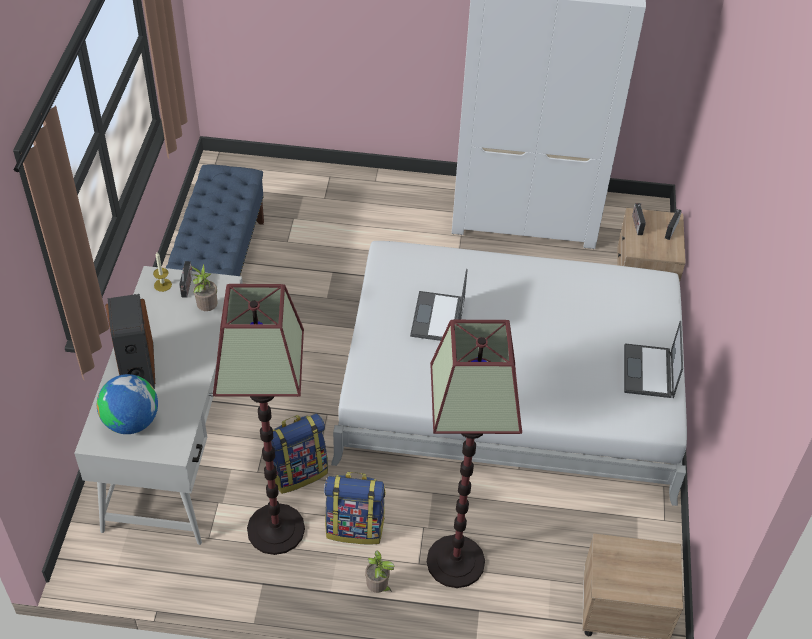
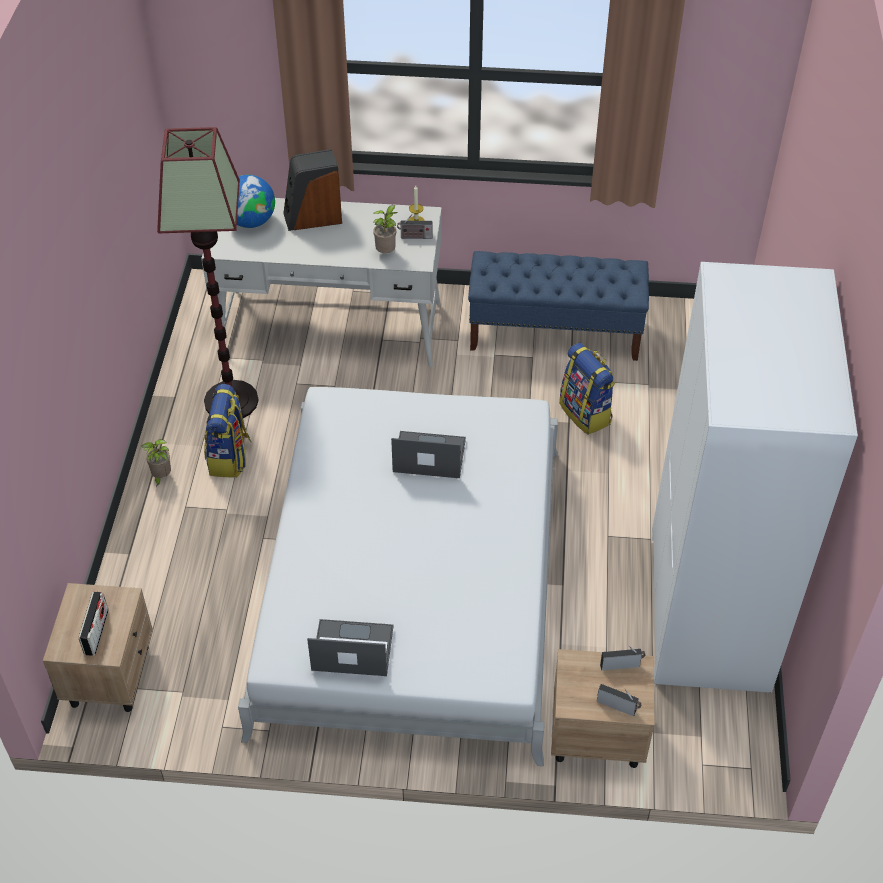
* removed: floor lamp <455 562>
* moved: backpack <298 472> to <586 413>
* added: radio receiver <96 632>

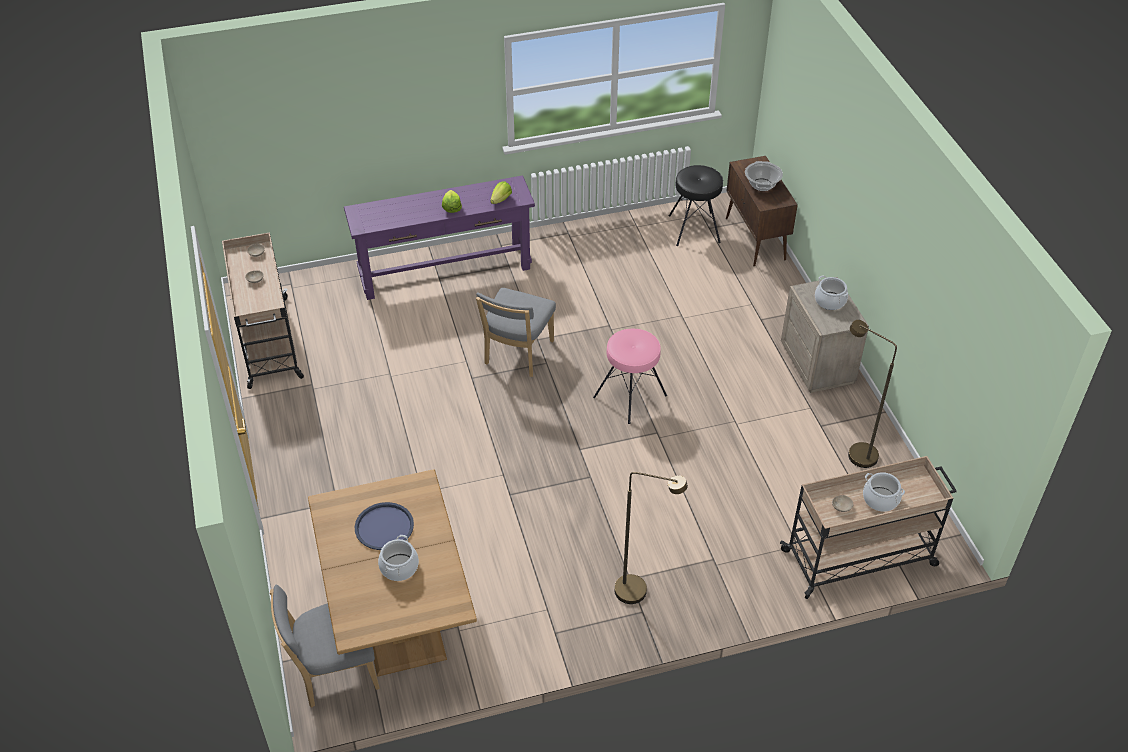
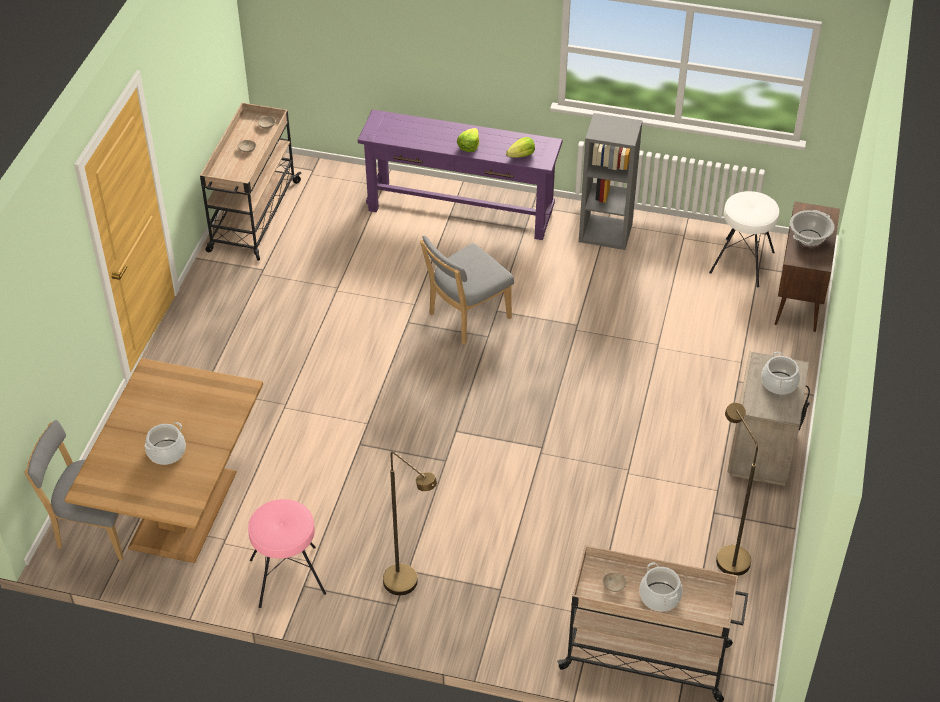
* recoloured: black stool seat <694 229> to white-coloured stool seat <742 262>
* moved: pink-coloured stool seat <630 396> to <287 577>
* removed: bluish serving tray <384 527>
* added: gray bookshelf <606 232>

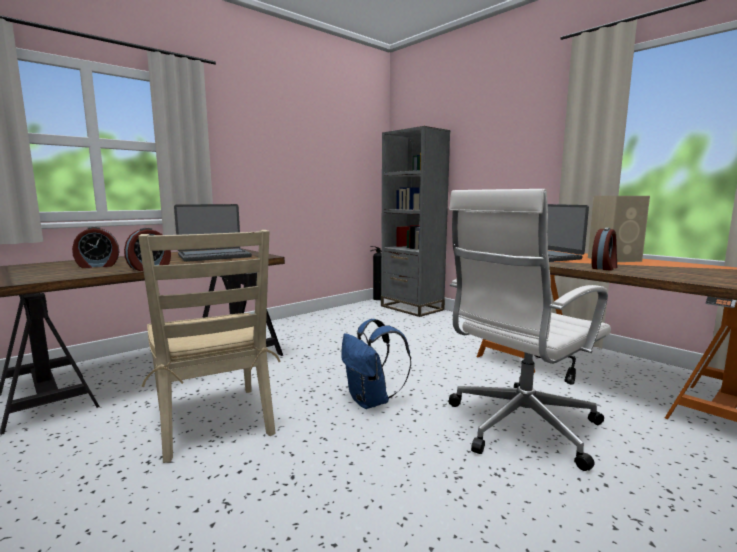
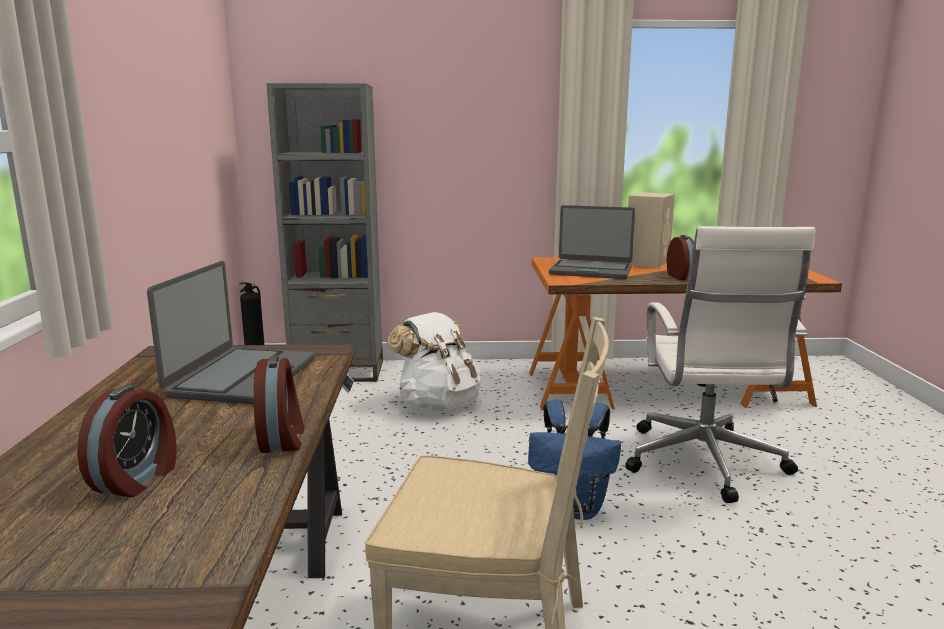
* added: white-coloured backpack <438 404>

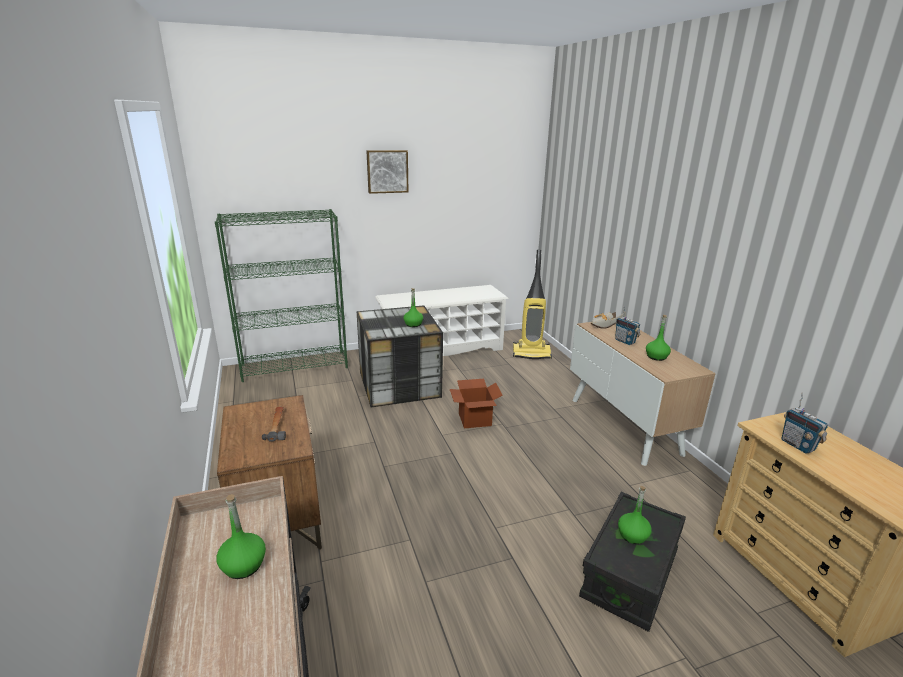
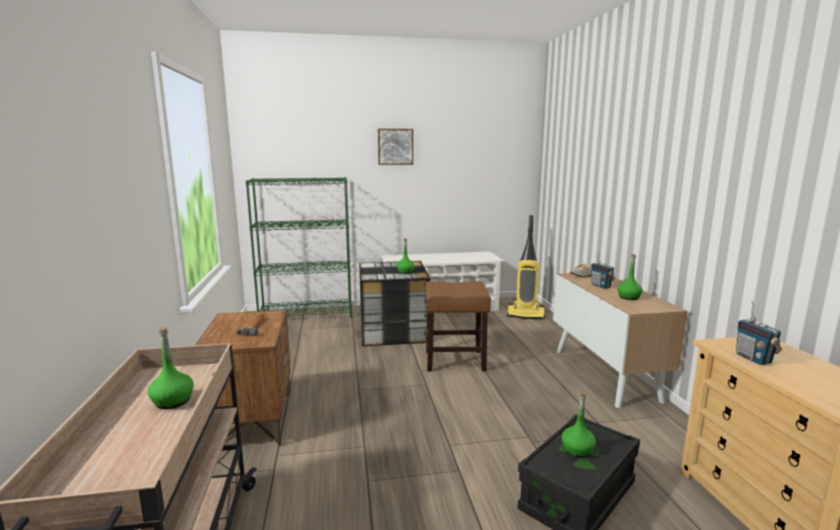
* replaced: packing box <475 419> to brown stool seat <455 360>

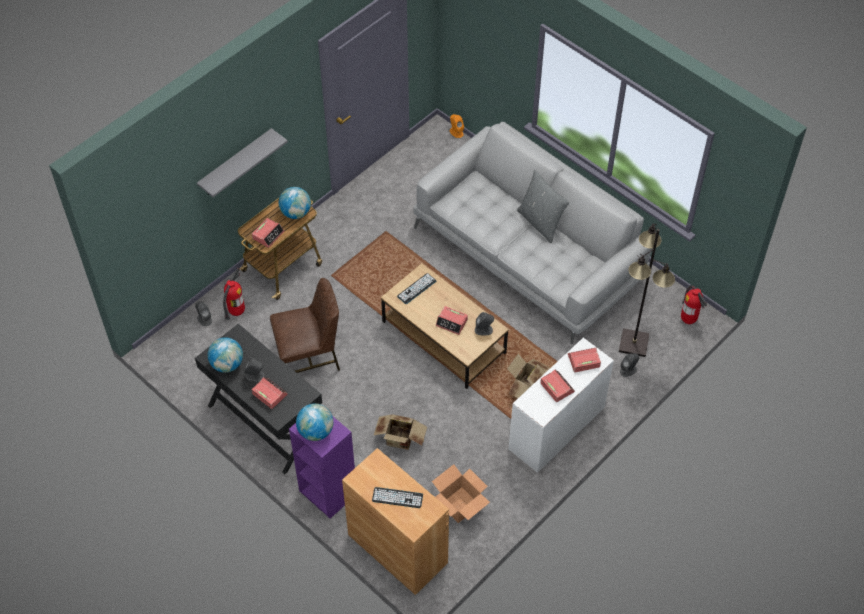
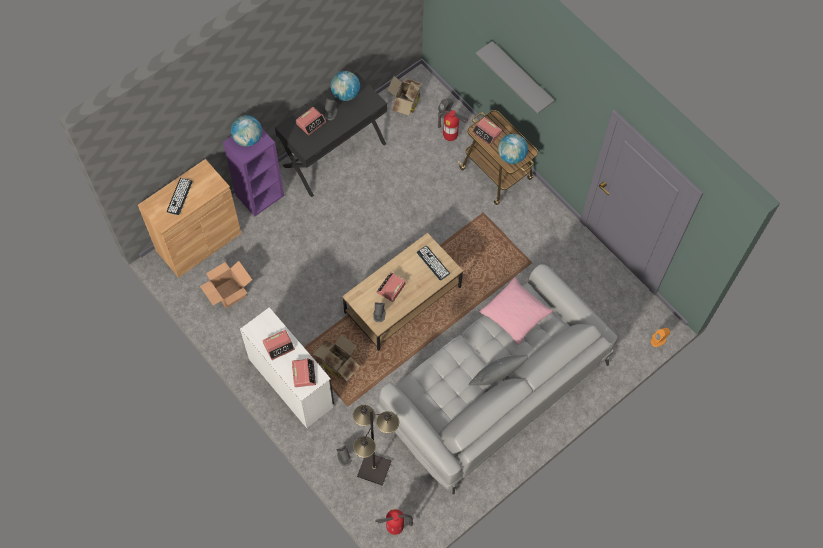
* removed: brown plain chair <309 357>
* moved: packing box <400 441> to <405 103>
* added: pink-coloured pillow <515 314>

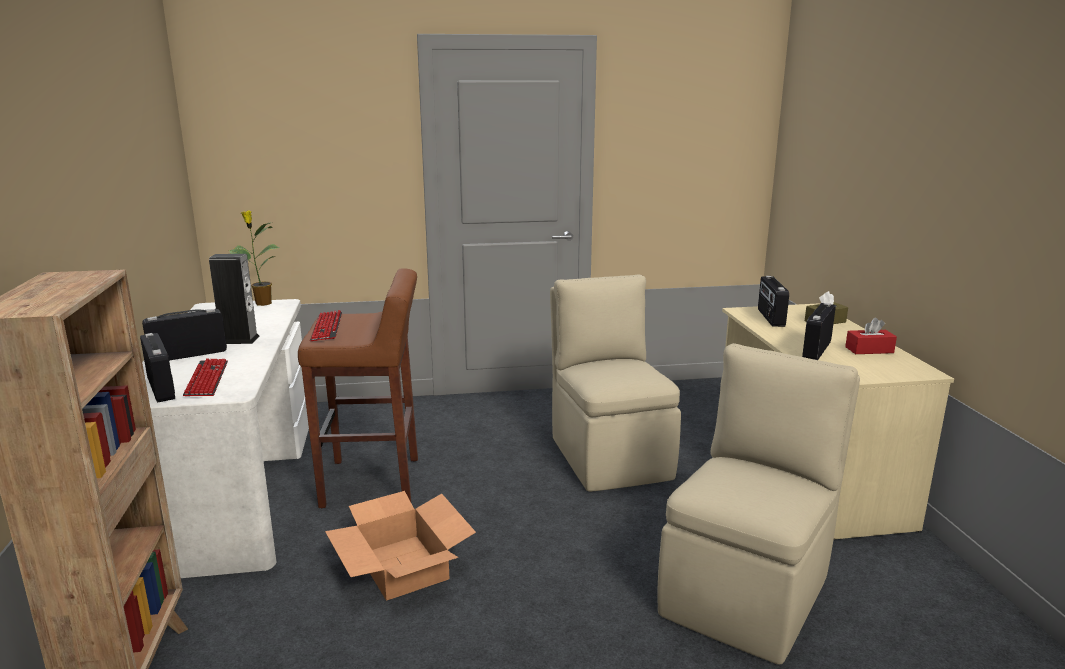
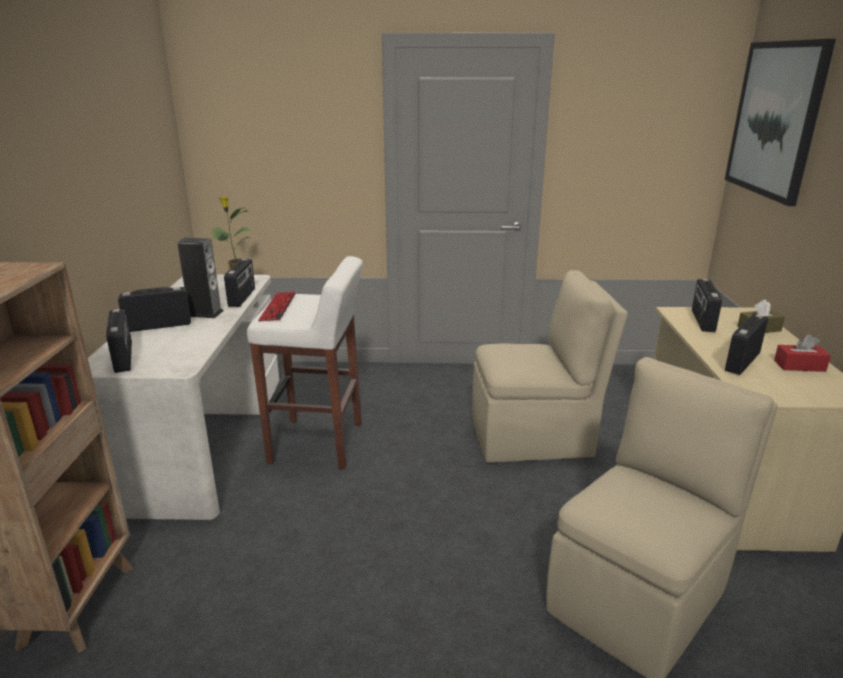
* recoloured: brown stool seat <373 482> to white-coloured stool seat <318 443>
* turned: beige plain chair <609 456> = <534 437> 90 degrees clockwise
* removed: computer keyboard <207 379>
* removed: packing box <402 567>
* added: picture <775 119>
* added: radio receiver <242 297>

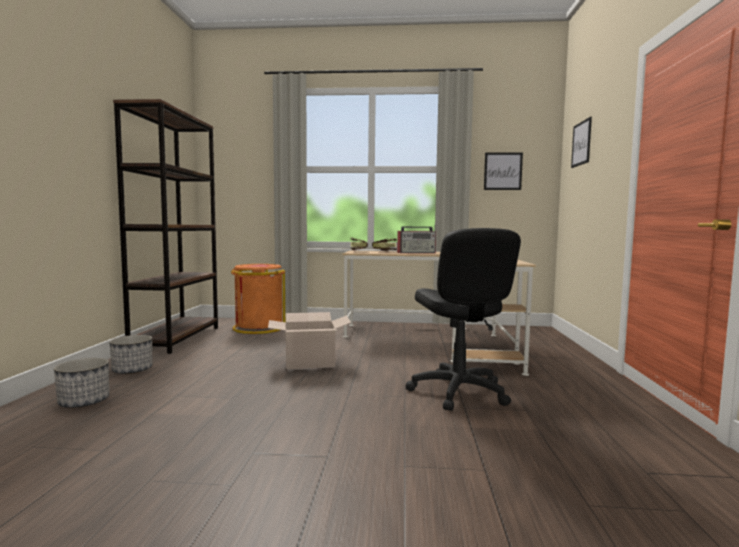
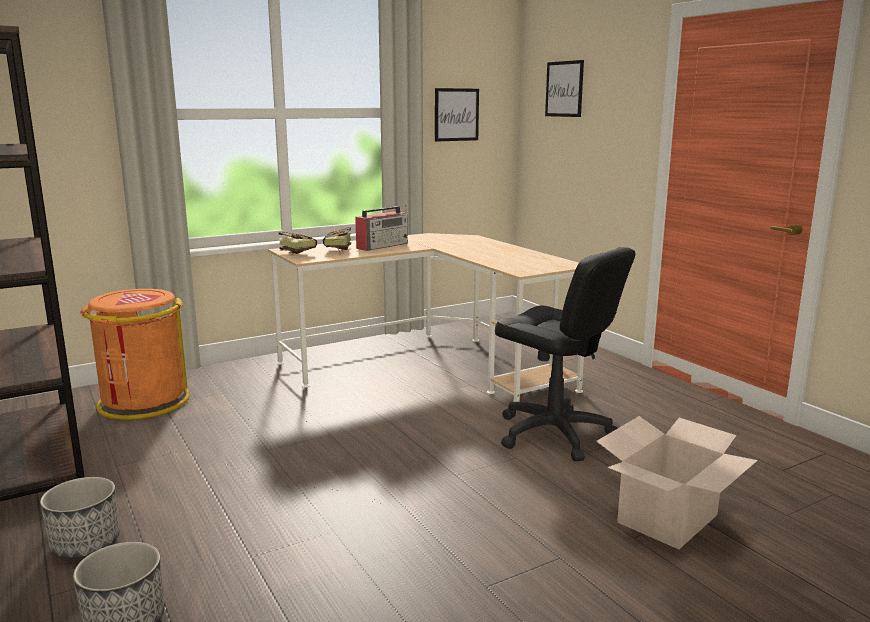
* moved: packing box <310 362> to <667 518>

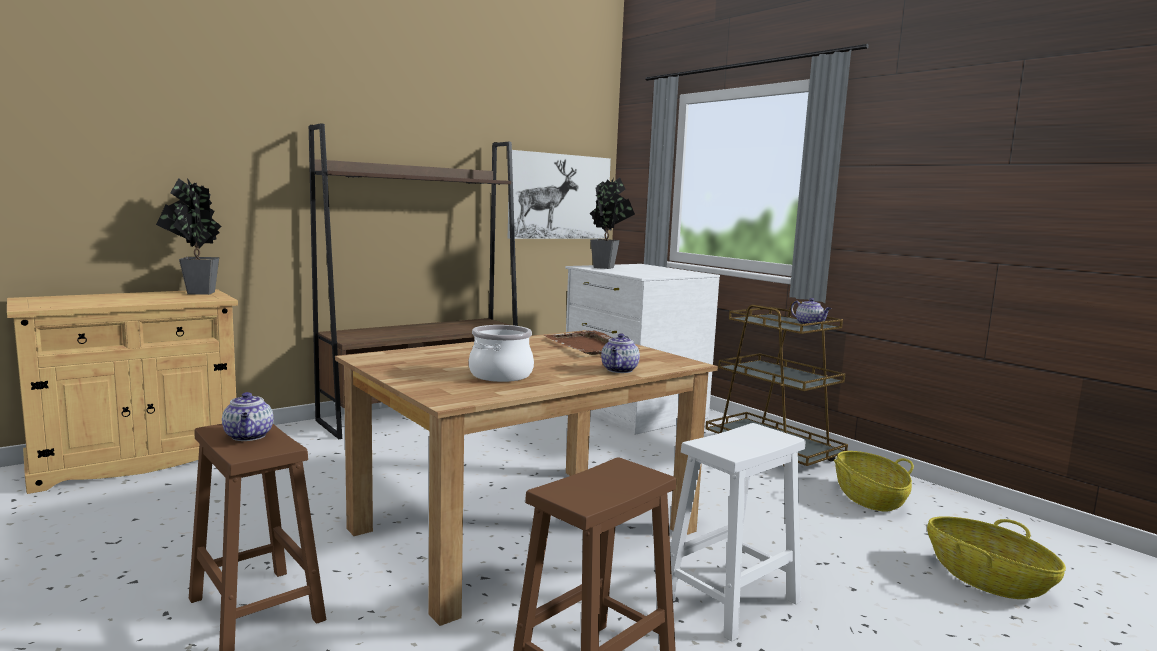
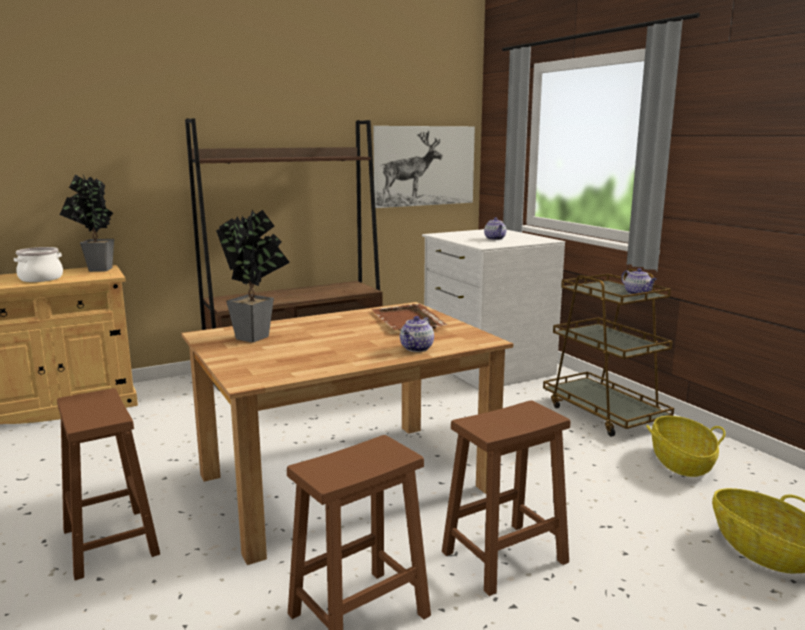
* moved: potted plant <606 267> to <258 336>
* moved: stockpot <501 375> to <41 278>
* moved: tea pot <249 436> to <495 239>
* recoloured: white-coloured stool seat <729 601> to brown stool seat <503 558>

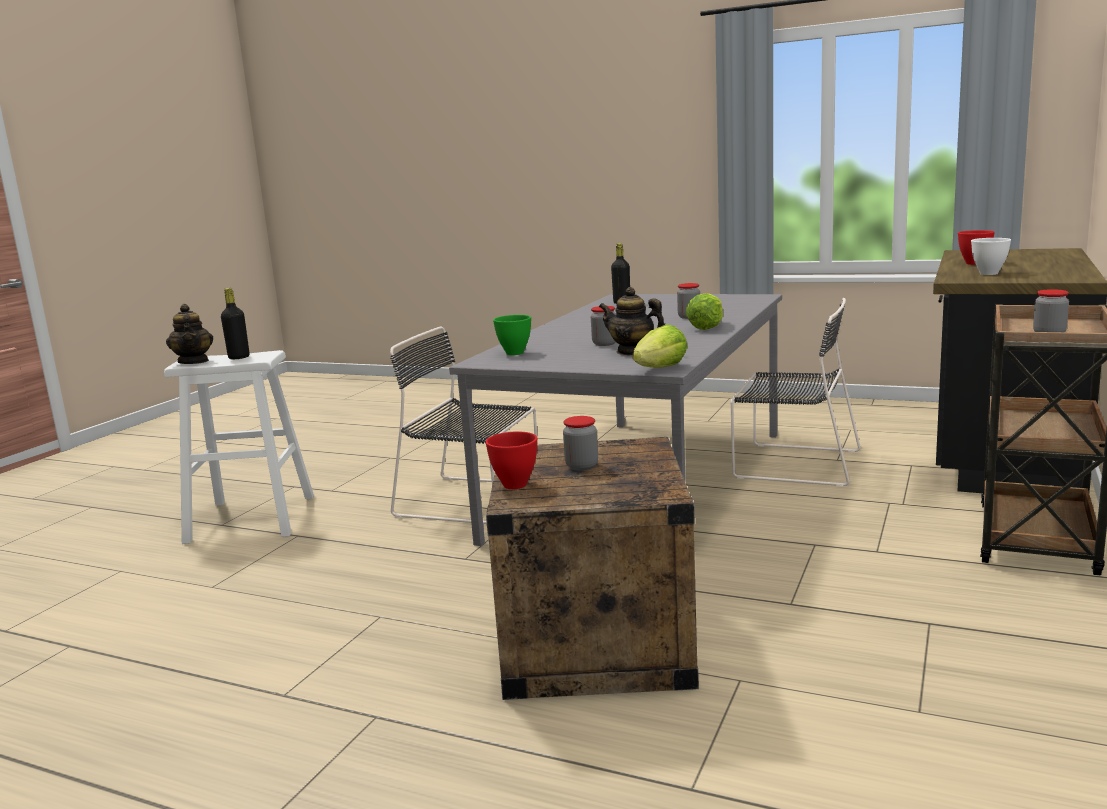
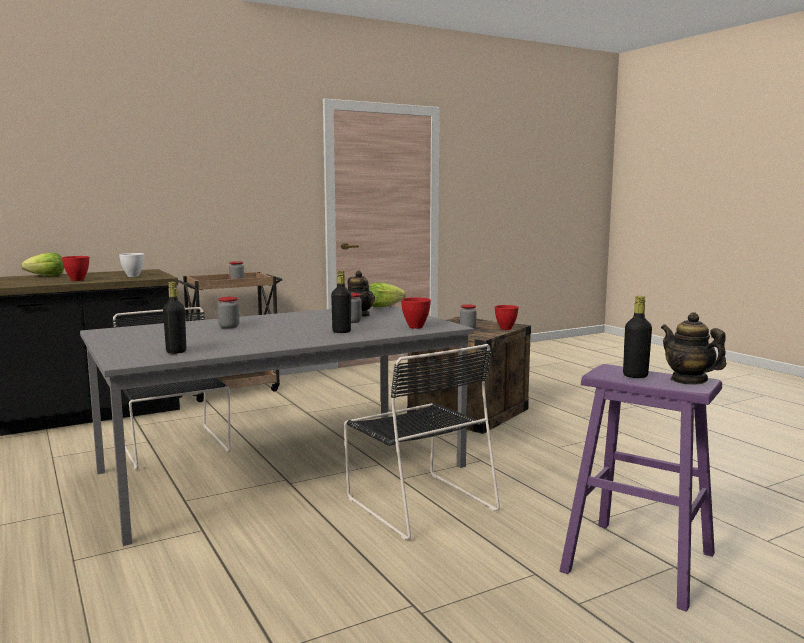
* moved: head of lettuce <706 327> to <46 276>
* turned: tea pot <194 361> = <688 380> 45 degrees counterclockwise
* recoloured: greenish serving bowl <515 353> to red serving bowl <415 327>
* recoloured: white-coloured stool seat <252 518> to purple-coloured stool seat <638 562>
* added: black bottle <341 331>

